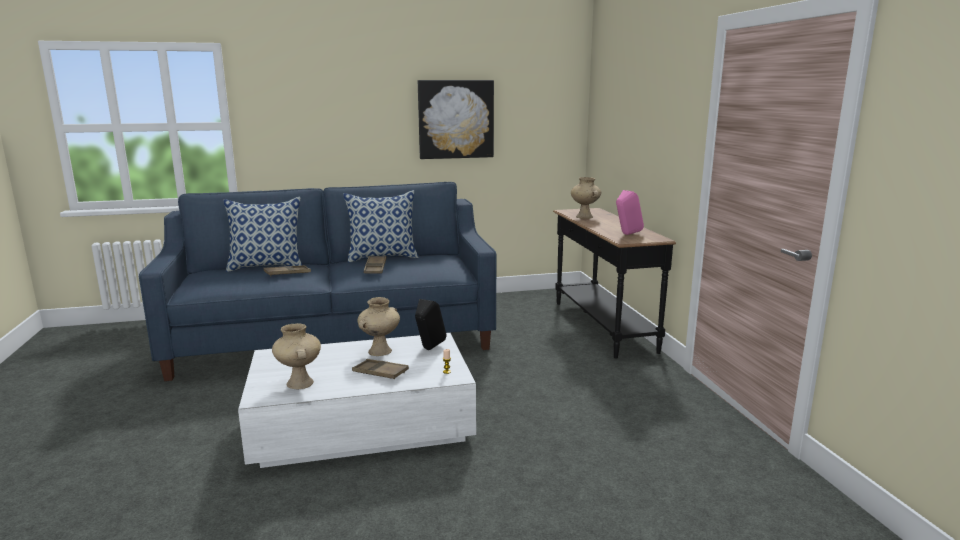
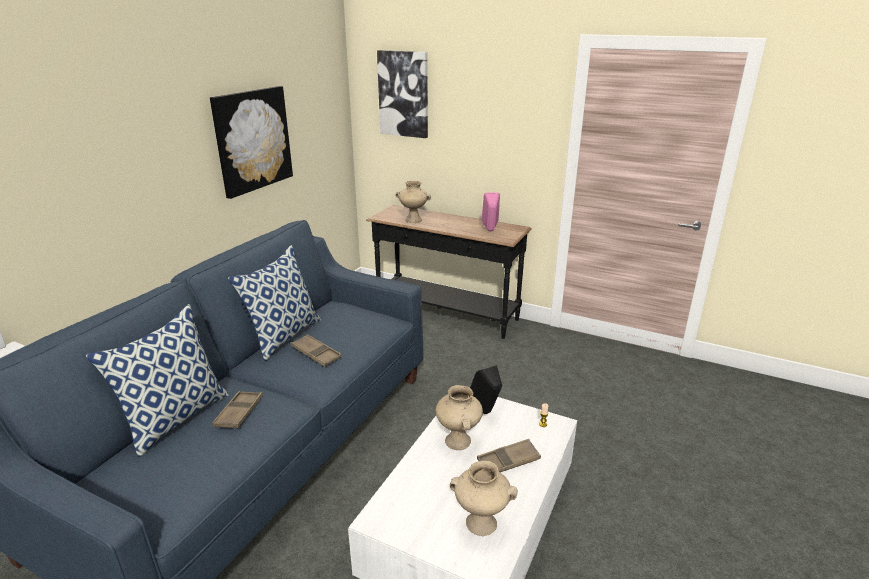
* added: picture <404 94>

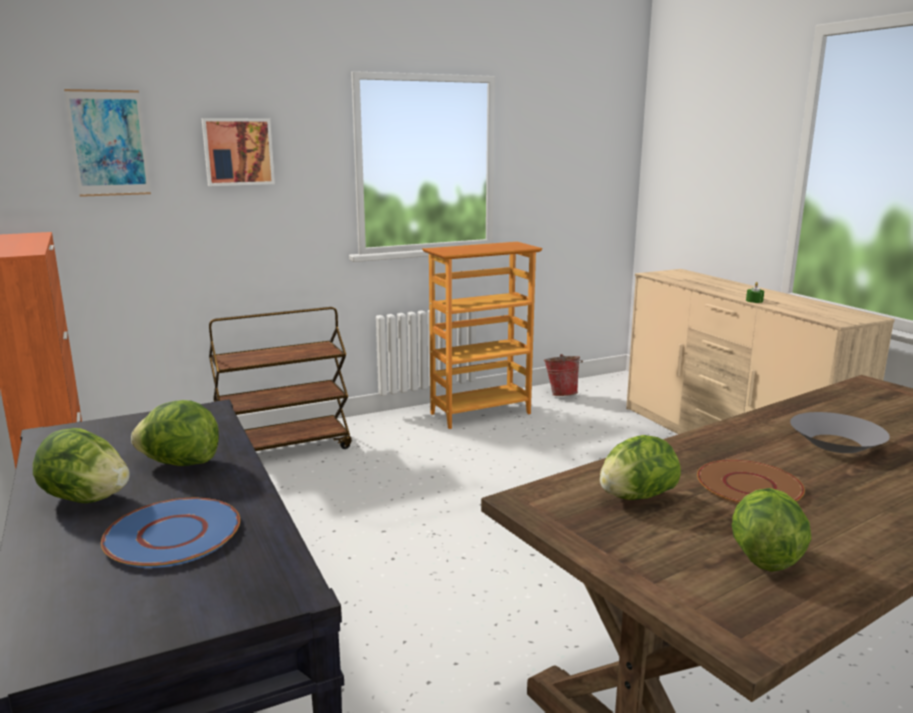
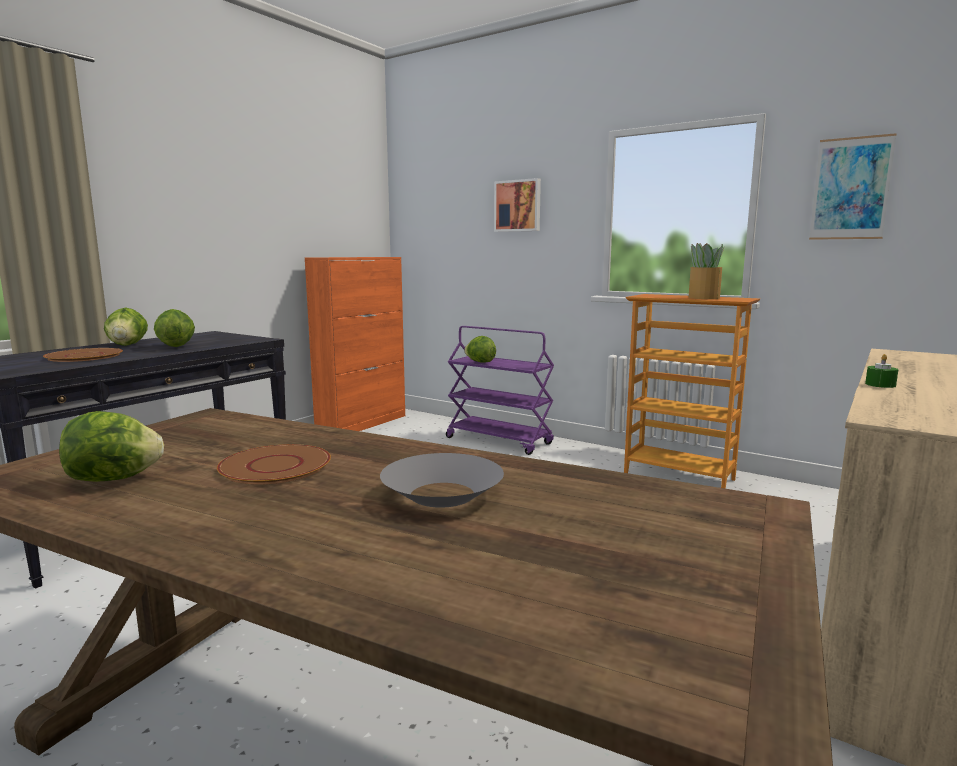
* moved: picture <109 143> to <851 189>
* recoloured: brown wheeled cart <284 449> to purple-coloured wheeled cart <499 441>
* removed: water bucket <562 394>
* moved: head of lettuce <636 497> to <480 362>
* recoloured: bluish dinner plate <174 534> to brown dinner plate <84 356>
* added: potted plant <703 298>

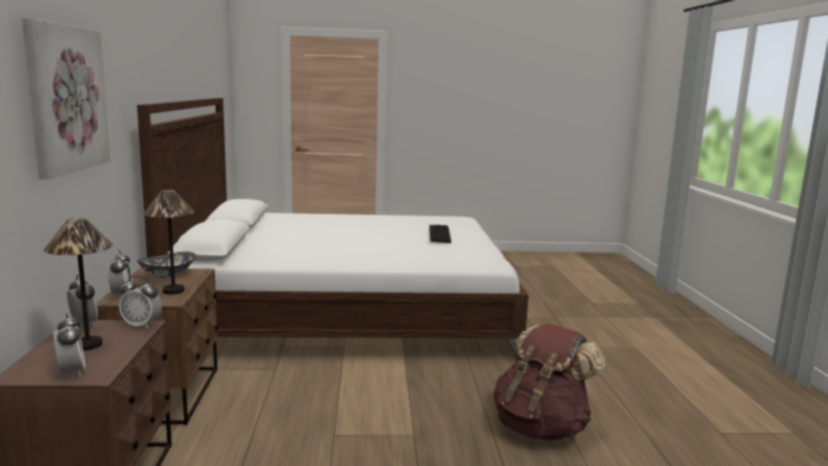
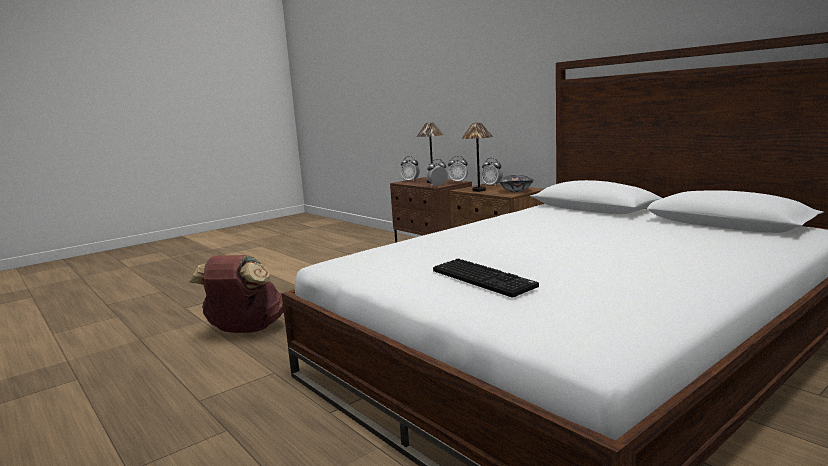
* removed: picture <66 98>

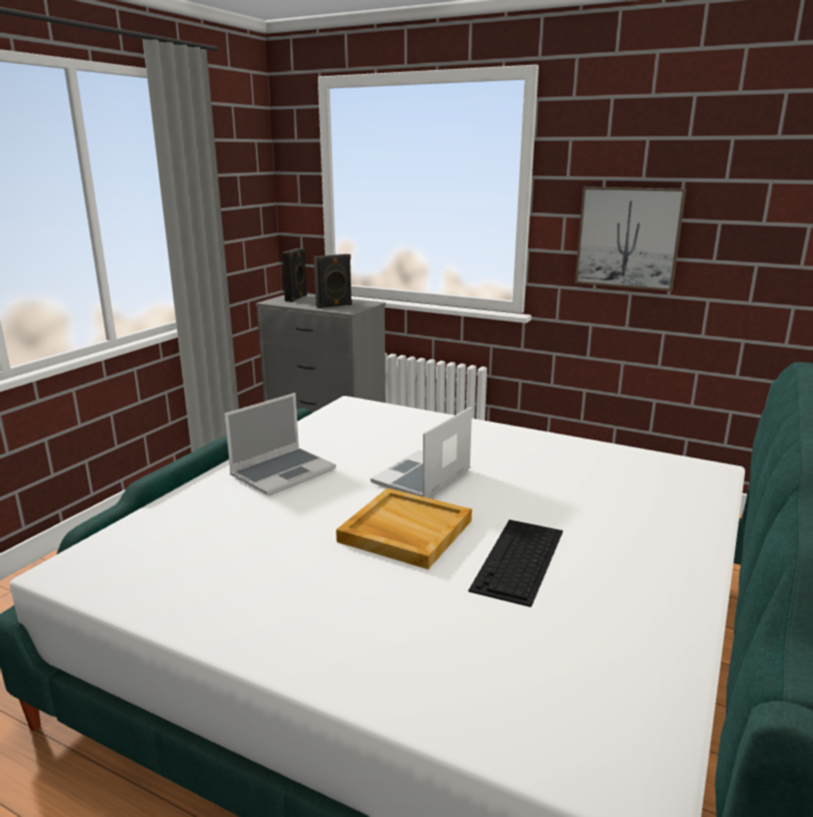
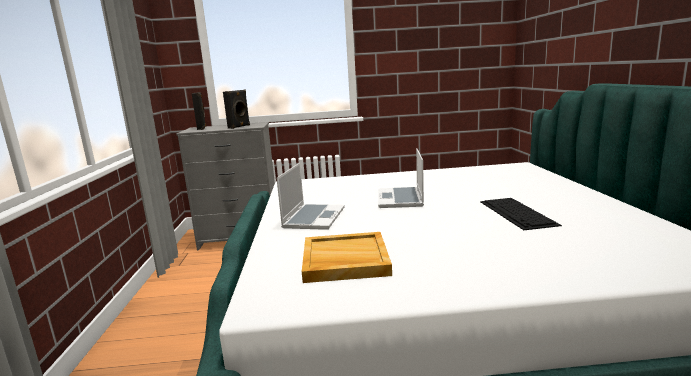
* removed: picture <628 238>
* moved: beige serving tray <404 531> to <344 260>

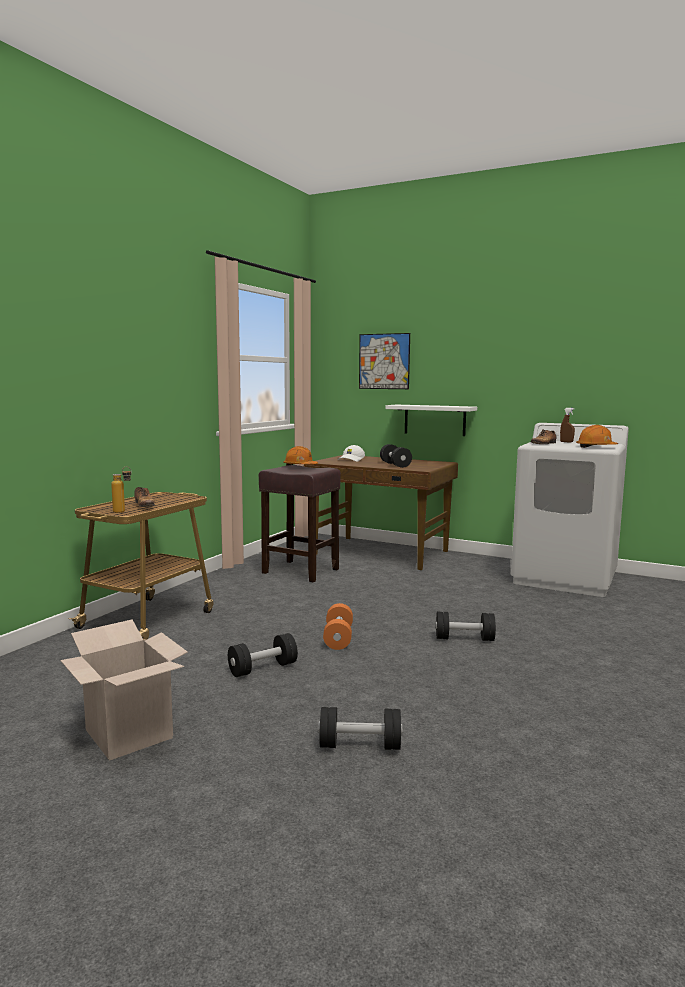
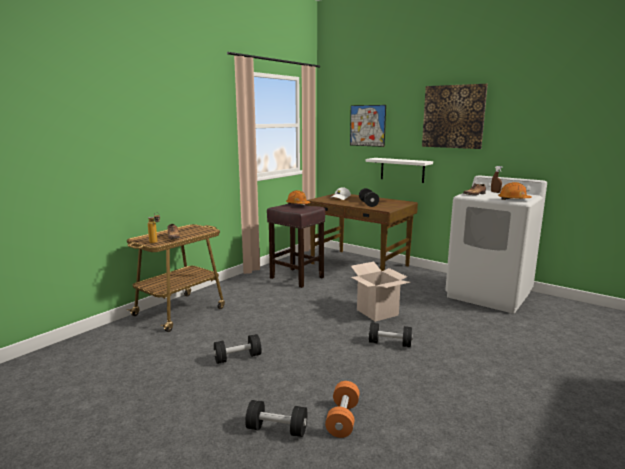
* moved: orange-coloured dumbbell <338 638> to <343 419>
* moved: packing box <129 734> to <377 312>
* added: picture <453 116>

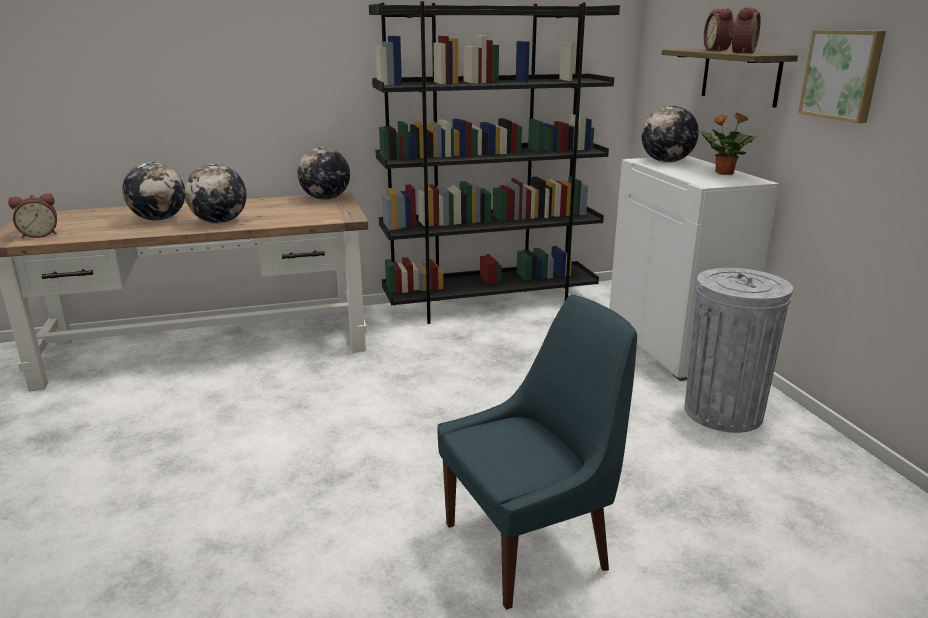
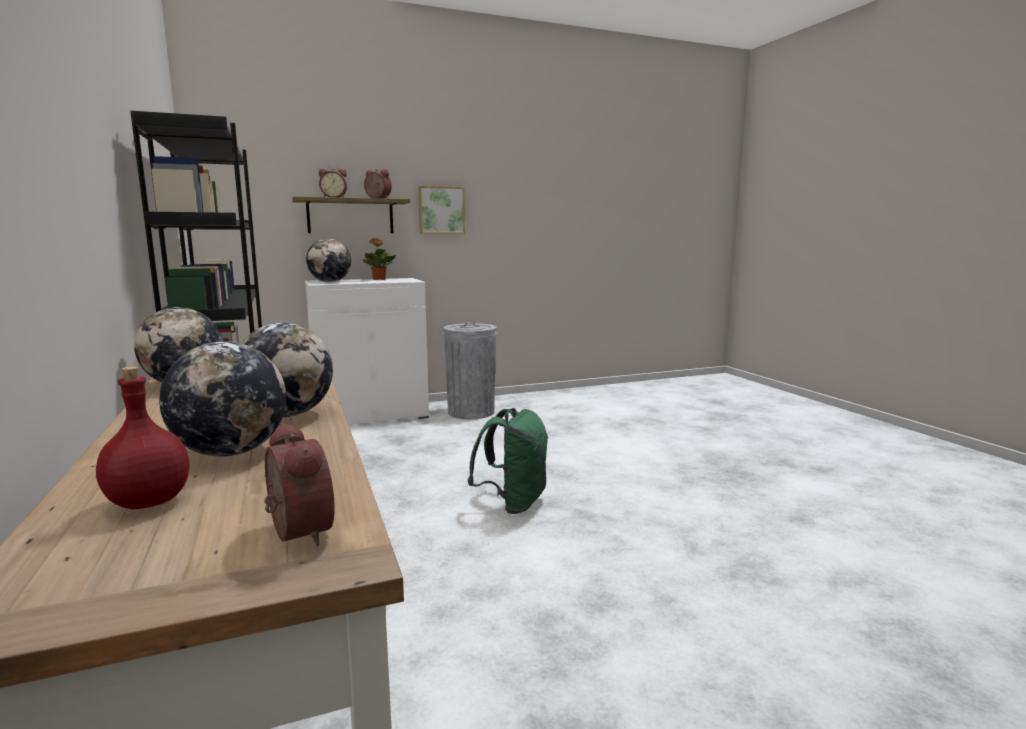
* removed: bluish plain chair <531 544>
* added: red bottle <149 501>
* added: greenish backpack <513 503>

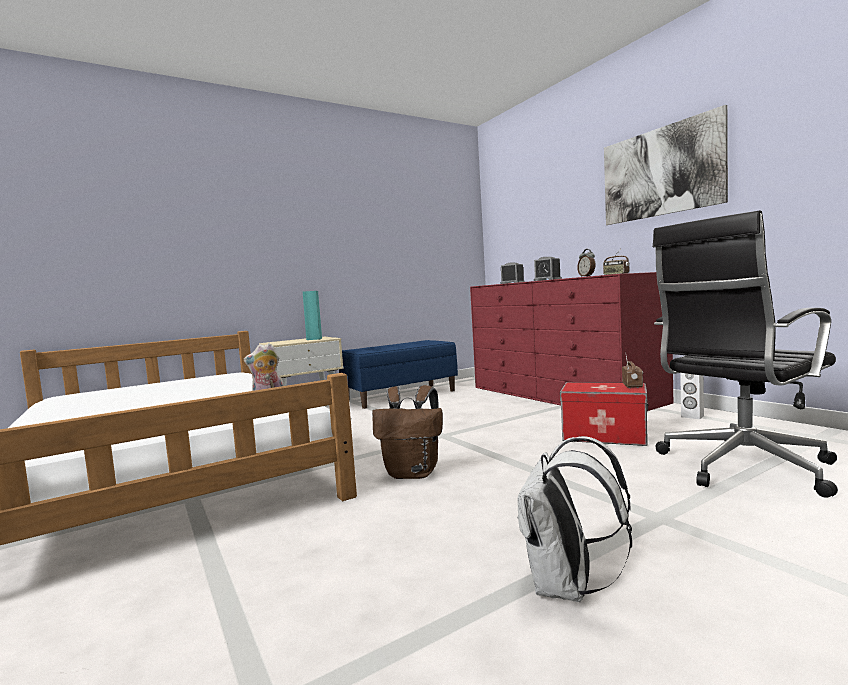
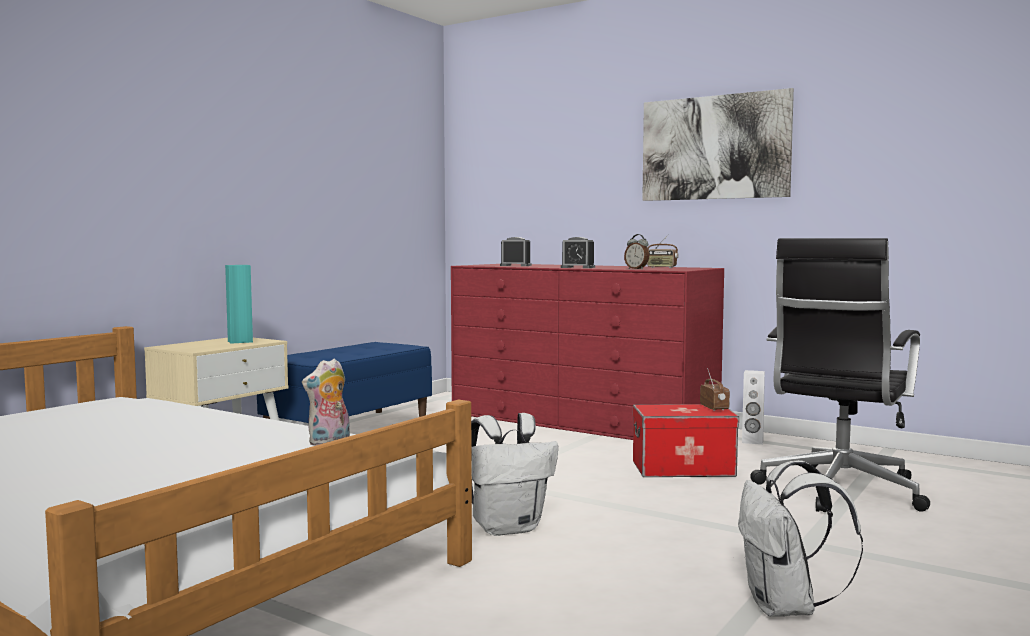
* recoloured: brown backpack <413 473> to white-coloured backpack <508 528>

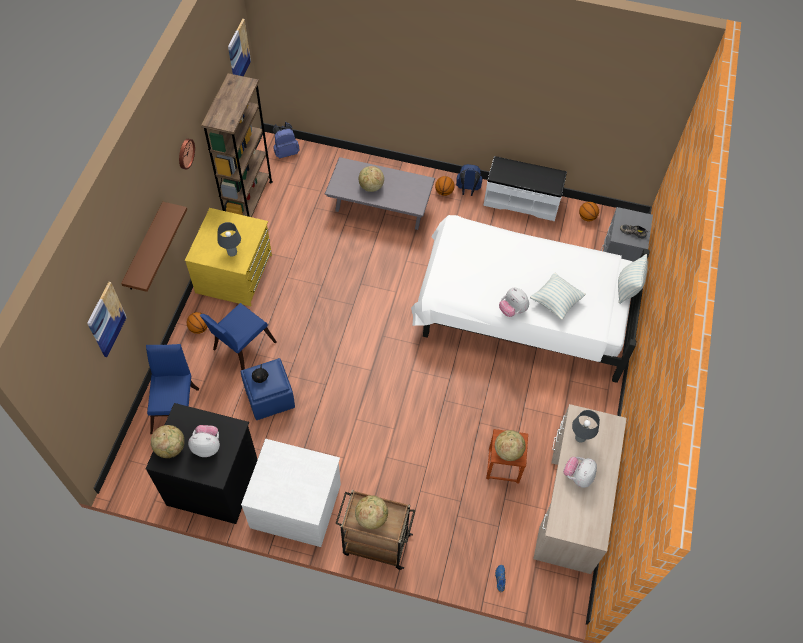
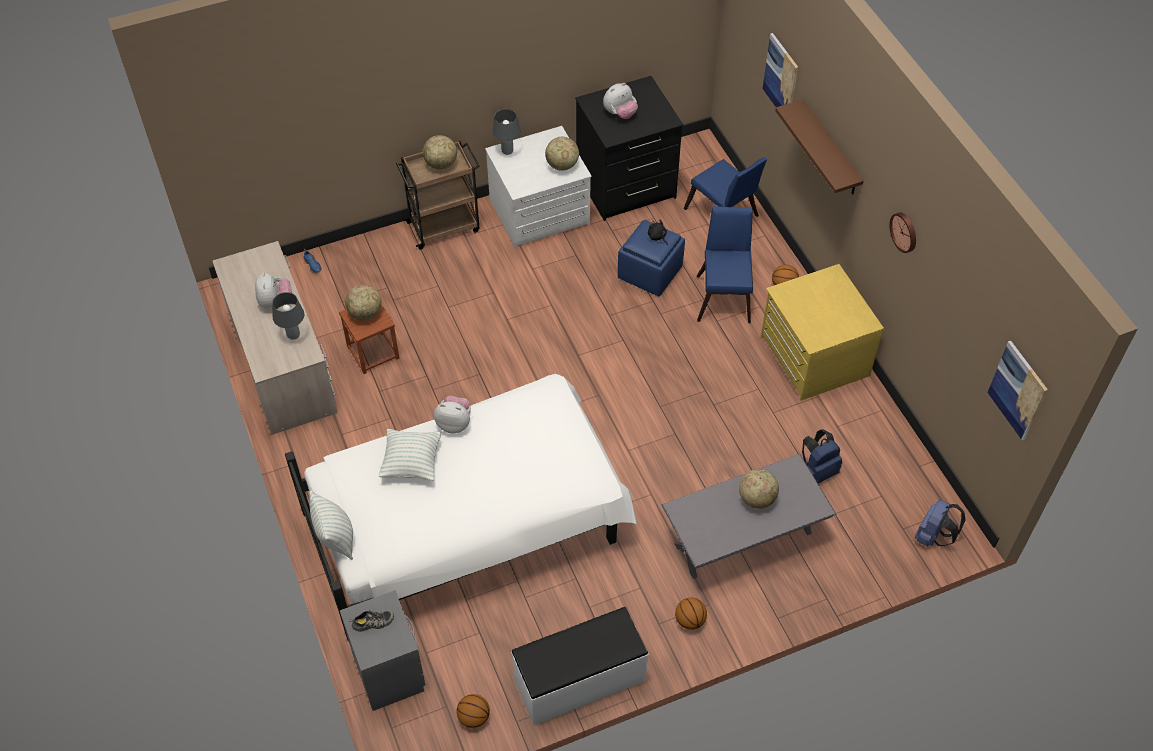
* removed: brown bookshelf <249 202>
* moved: bluish backpack <467 190> to <817 471>
* moved: gray tabletop lamp <232 253> to <507 151>
* moved: globe <171 448> to <562 165>

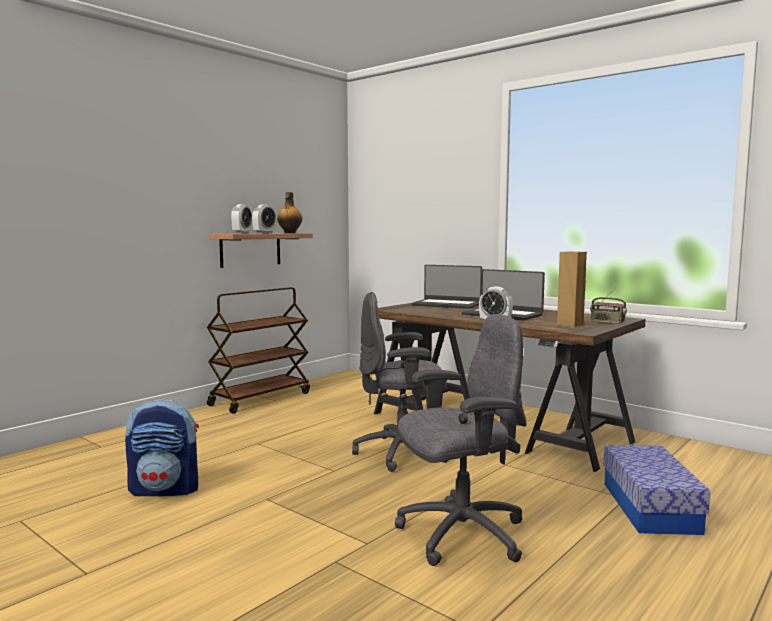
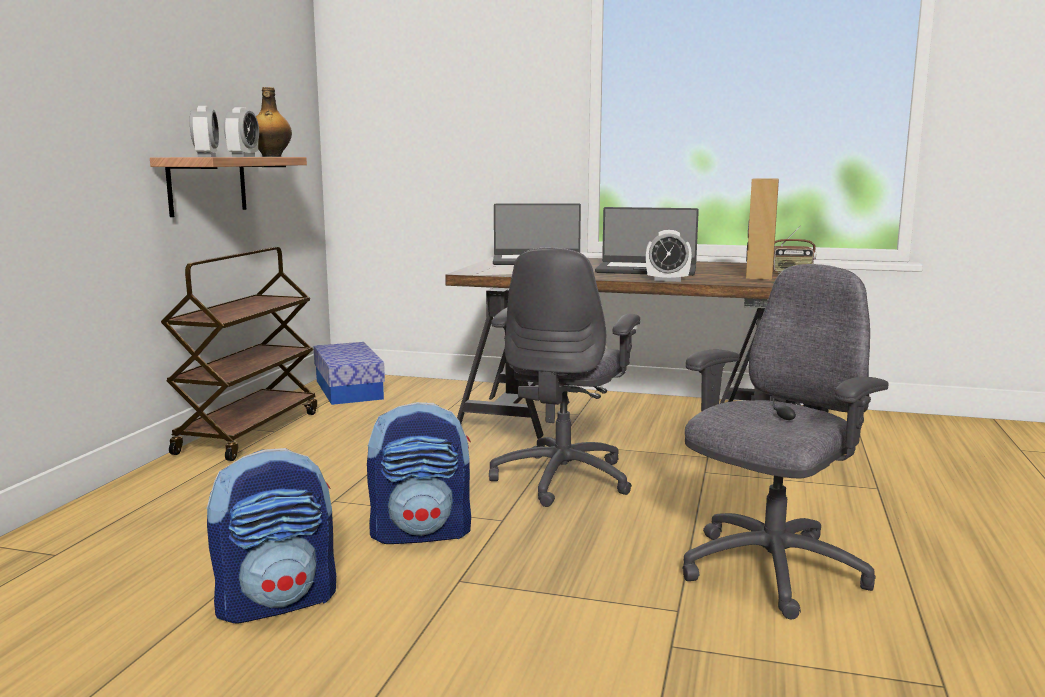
* turned: gray office chair <403 453> = <563 478> 45 degrees counterclockwise
* moved: storage container <650 507> to <349 389>
* added: backpack <422 533>

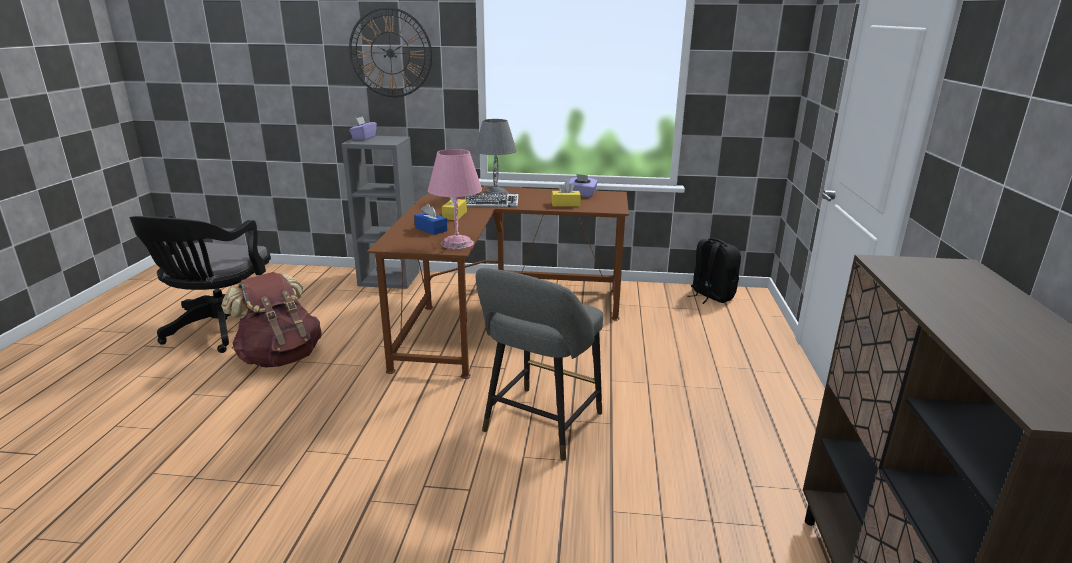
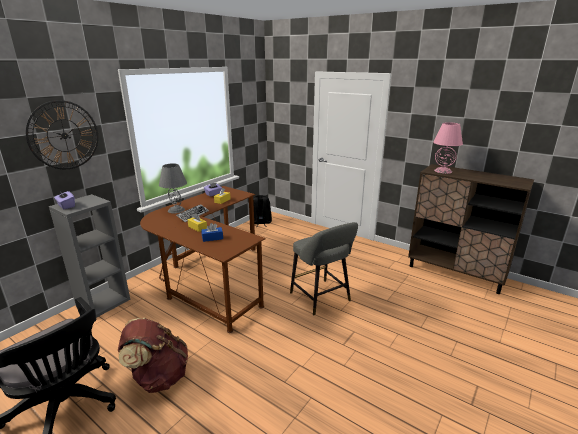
* moved: pink-coloured tabletop lamp <457 243> to <443 171>

